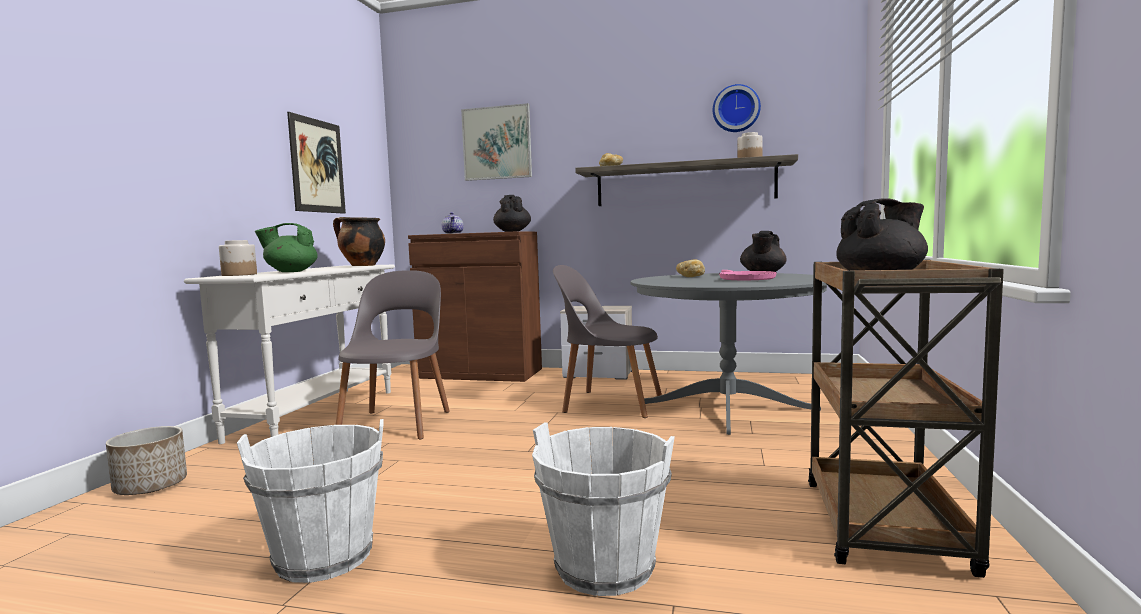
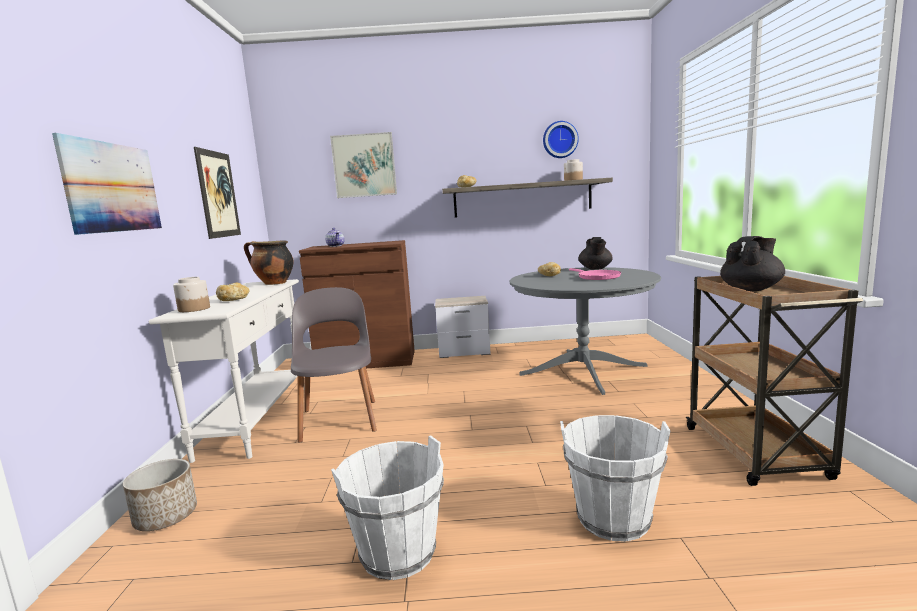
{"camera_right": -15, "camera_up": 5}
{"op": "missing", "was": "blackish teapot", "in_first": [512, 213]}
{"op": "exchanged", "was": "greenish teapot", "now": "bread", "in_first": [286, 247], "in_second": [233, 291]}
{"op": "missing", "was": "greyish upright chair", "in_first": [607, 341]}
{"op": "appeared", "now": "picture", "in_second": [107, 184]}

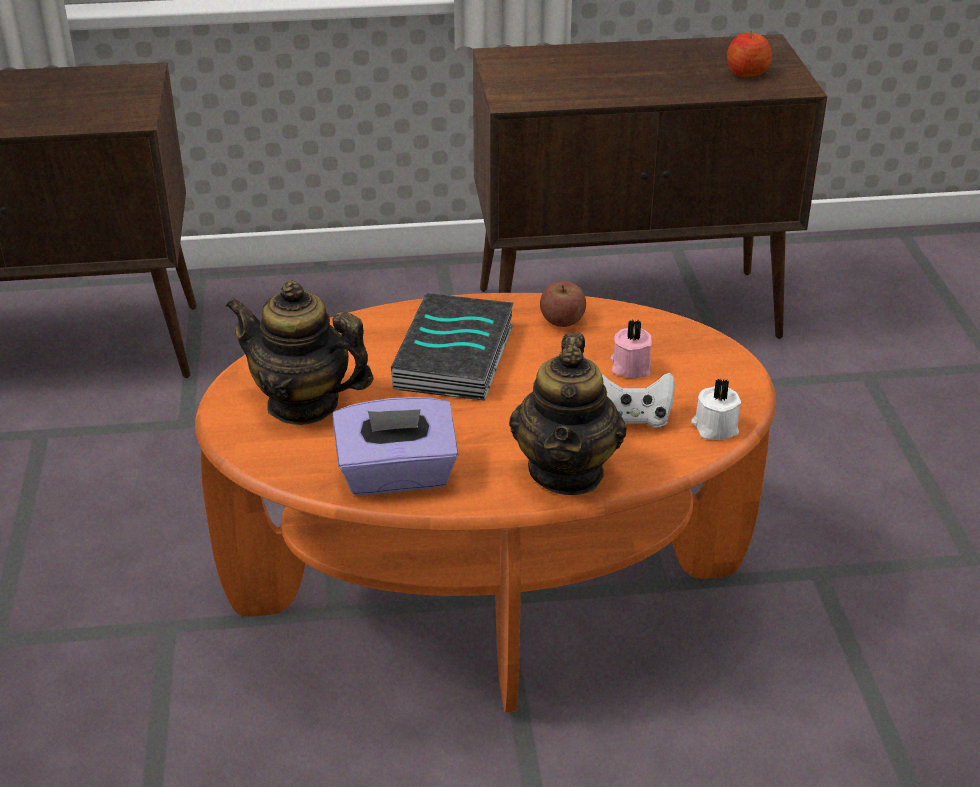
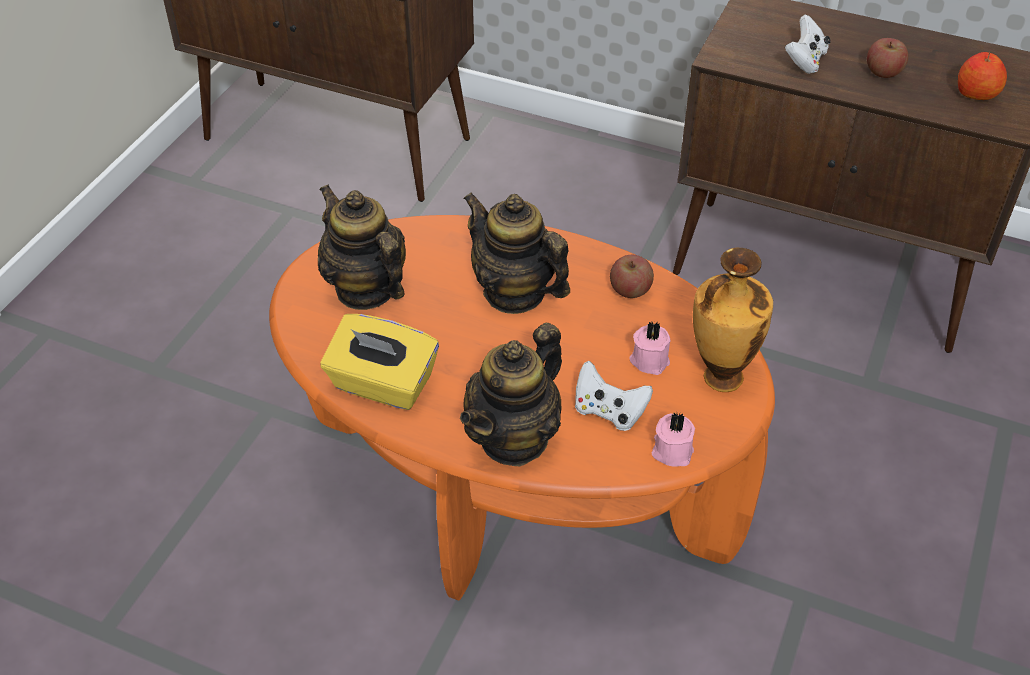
{"camera_right": 30, "camera_up": 10}
{"op": "exchanged", "was": "volume", "now": "teapot", "in_first": [452, 347], "in_second": [516, 253]}
{"op": "colour", "was": "white-coloured wax candle", "now": "pink wax candle", "in_first": [716, 409], "in_second": [673, 440]}
{"op": "colour", "was": "purple-coloured tissue box", "now": "yellow tissue box", "in_first": [395, 446], "in_second": [379, 362]}
{"op": "appeared", "now": "white-coloured joypad", "in_second": [808, 44]}
{"op": "appeared", "now": "apple", "in_second": [887, 58]}
{"op": "appeared", "now": "flower vase", "in_second": [733, 320]}

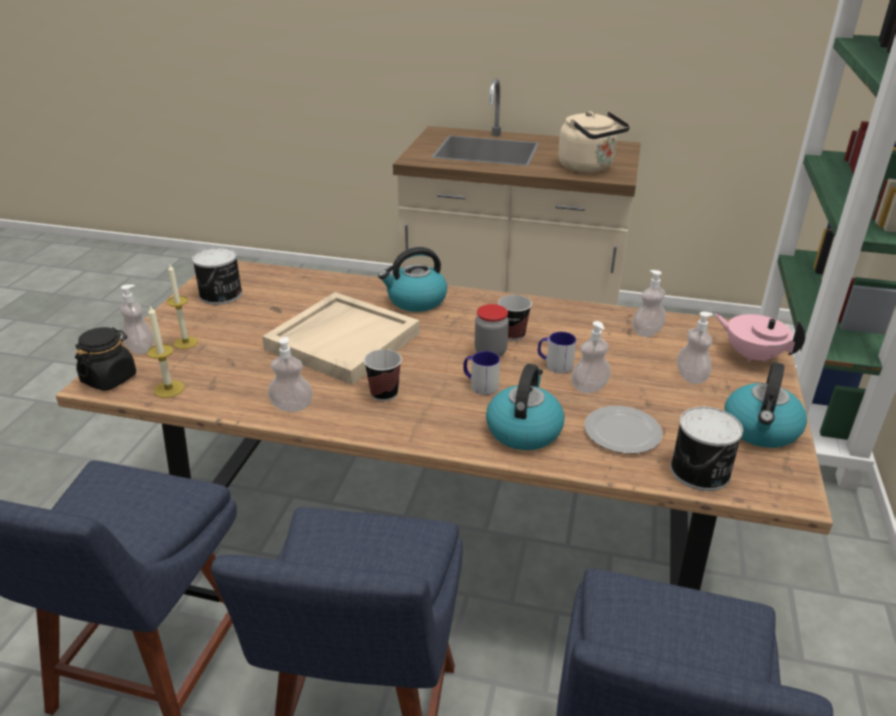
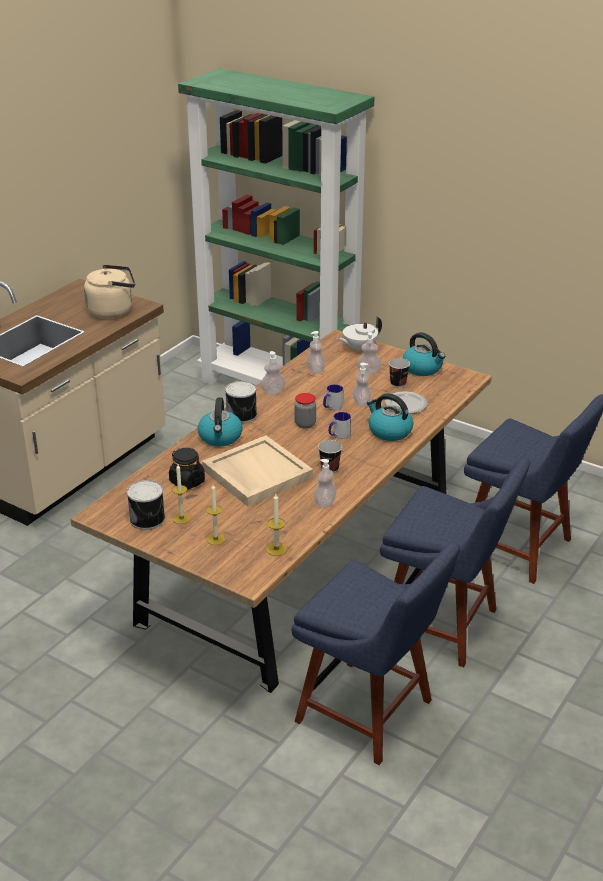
{"camera_right": -70, "camera_up": 0}
{"op": "relocated", "was": "liquid soap bottle", "in_first": [136, 319], "in_second": [273, 372]}
{"op": "relocated", "was": "small cup", "in_first": [515, 318], "in_second": [399, 373]}
{"op": "colour", "was": "pink teapot", "now": "white-coloured teapot", "in_first": [760, 338], "in_second": [359, 333]}
{"op": "relocated", "was": "blackish jar", "in_first": [105, 359], "in_second": [187, 469]}
{"op": "relocated", "was": "sealed can", "in_first": [706, 449], "in_second": [241, 402]}
{"op": "appeared", "now": "wax candle", "in_second": [181, 494]}

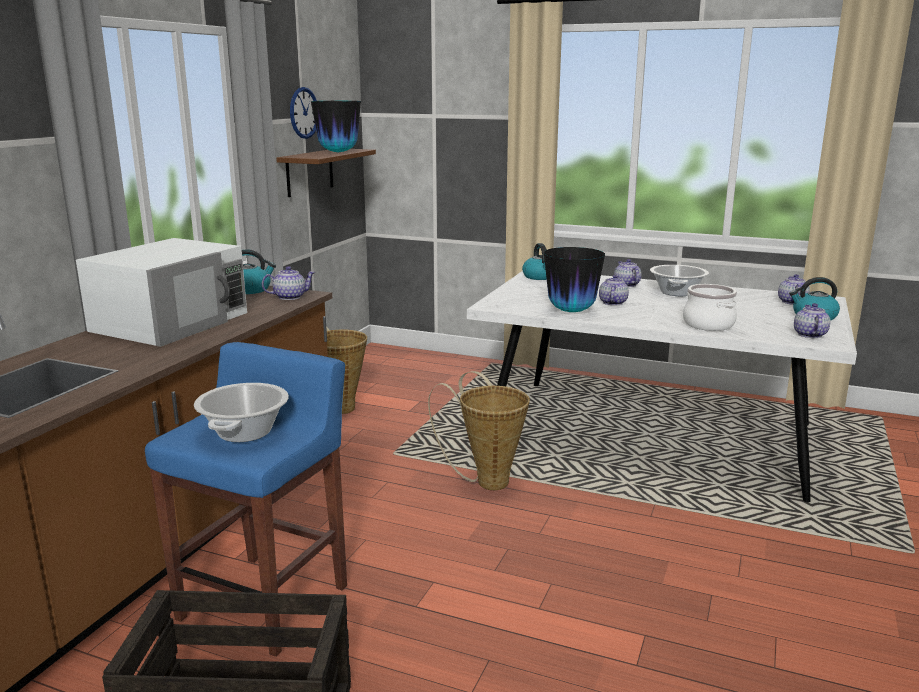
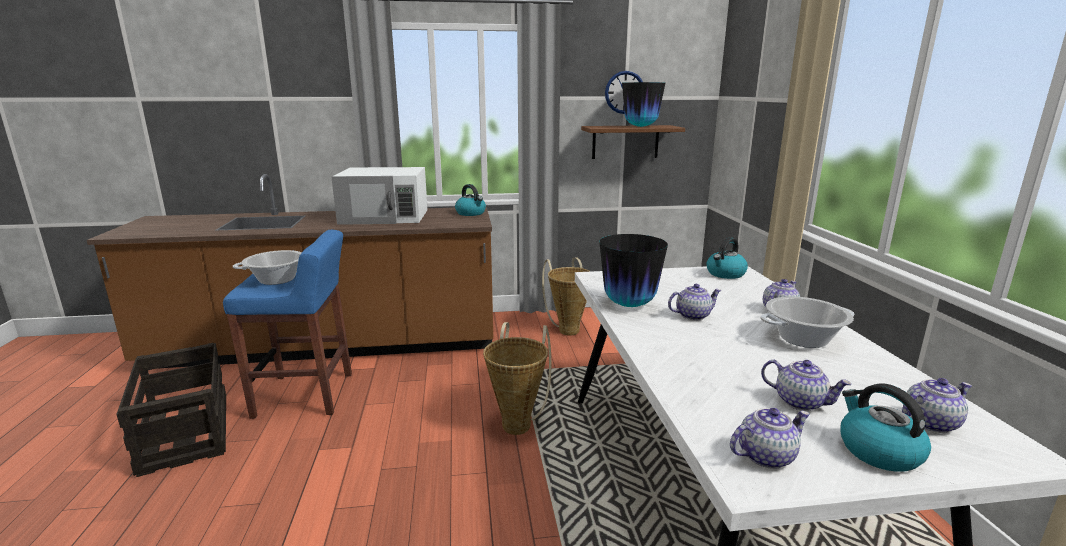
{"camera_right": 60, "camera_up": 0}
{"op": "relocated", "was": "teapot", "in_first": [288, 283], "in_second": [806, 385]}
{"op": "missing", "was": "cooking pot", "in_first": [710, 307]}

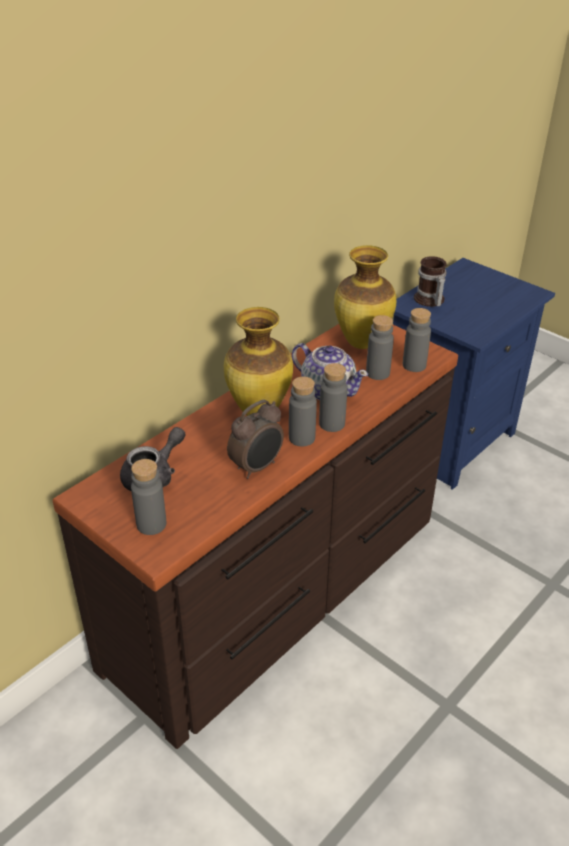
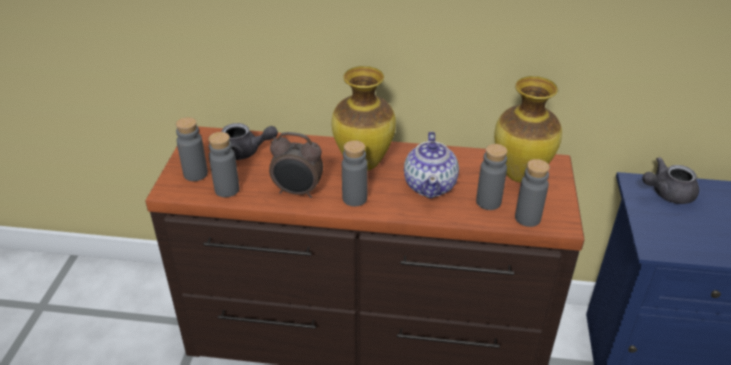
{"camera_right": 55, "camera_up": 0}
{"op": "exchanged", "was": "mug", "now": "greyish teapot", "in_first": [430, 281], "in_second": [670, 180]}
{"op": "relocated", "was": "greyish bottle", "in_first": [333, 397], "in_second": [223, 164]}

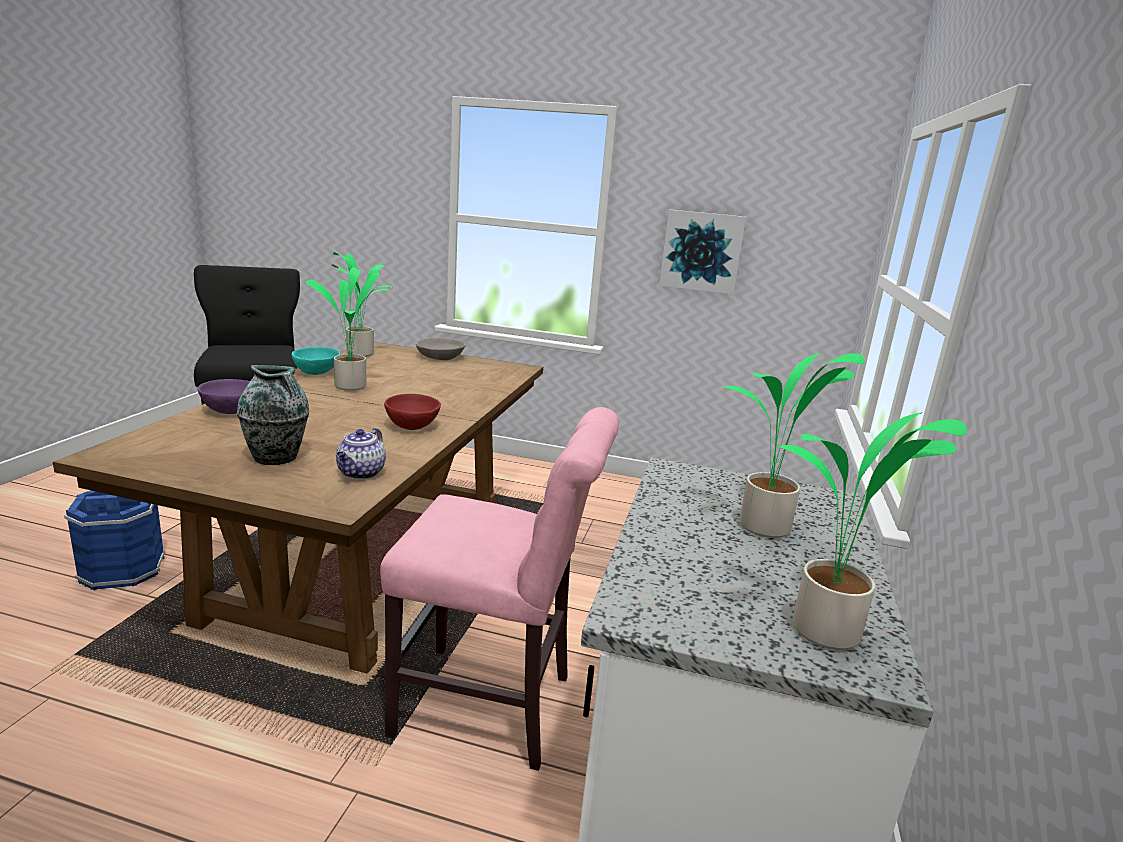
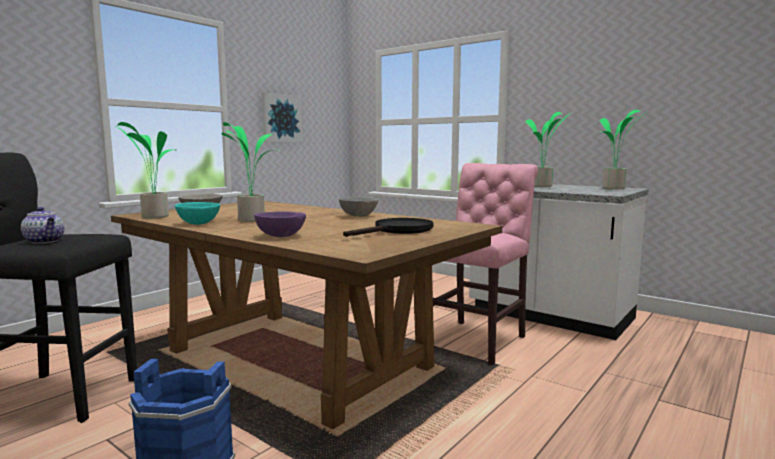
{"camera_right": -65, "camera_up": -10}
{"op": "exchanged", "was": "flower vase", "now": "blackish frying pan", "in_first": [273, 415], "in_second": [388, 227]}
{"op": "colour", "was": "reddish deep dish", "now": "greyish deep dish", "in_first": [412, 412], "in_second": [358, 207]}
{"op": "relocated", "was": "teapot", "in_first": [361, 453], "in_second": [42, 225]}

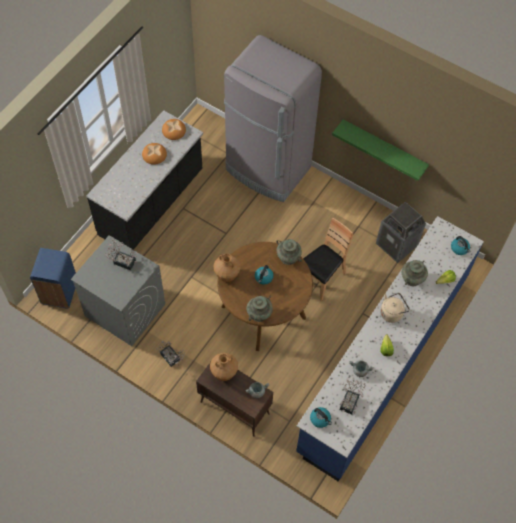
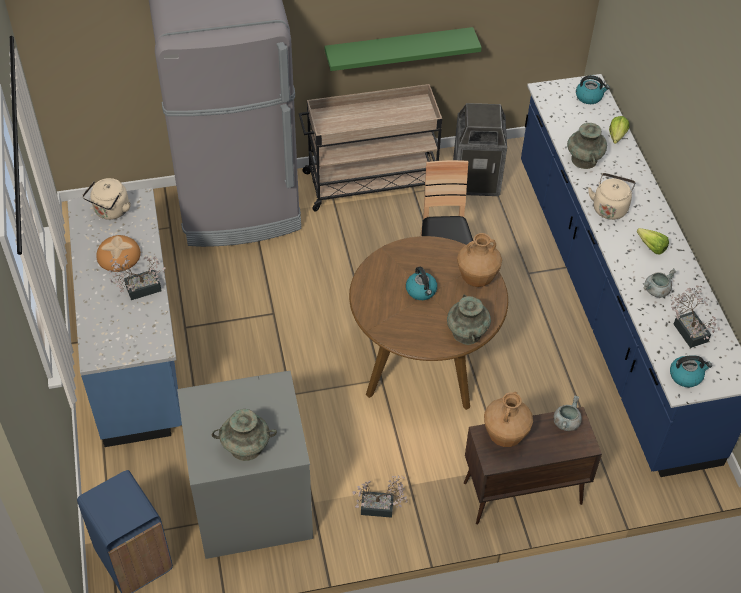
{"camera_right": -45, "camera_up": -10}
{"op": "colour", "was": "blackish counter", "now": "bluish counter", "in_first": [144, 180], "in_second": [124, 317]}
{"op": "exchanged", "was": "bread", "now": "sand-coloured tea kettle", "in_first": [174, 129], "in_second": [106, 199]}
{"op": "relocated", "was": "plant in a pot", "in_first": [122, 254], "in_second": [137, 277]}
{"op": "relocated", "was": "blue-green flower vase", "in_first": [289, 252], "in_second": [244, 435]}
{"op": "relocated", "was": "brown-coloured flower vase", "in_first": [227, 268], "in_second": [479, 260]}
{"op": "appeared", "now": "sand-coloured cart", "in_second": [370, 147]}

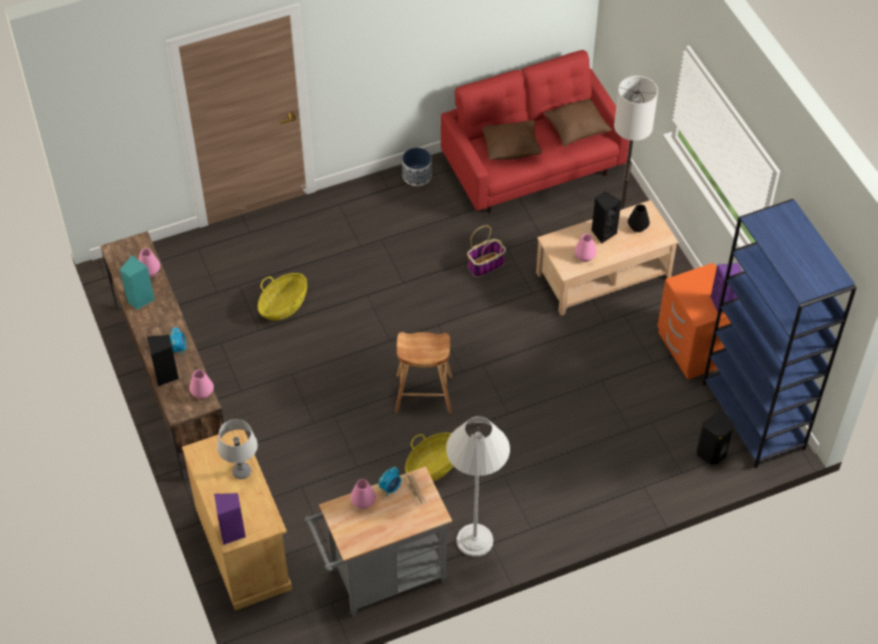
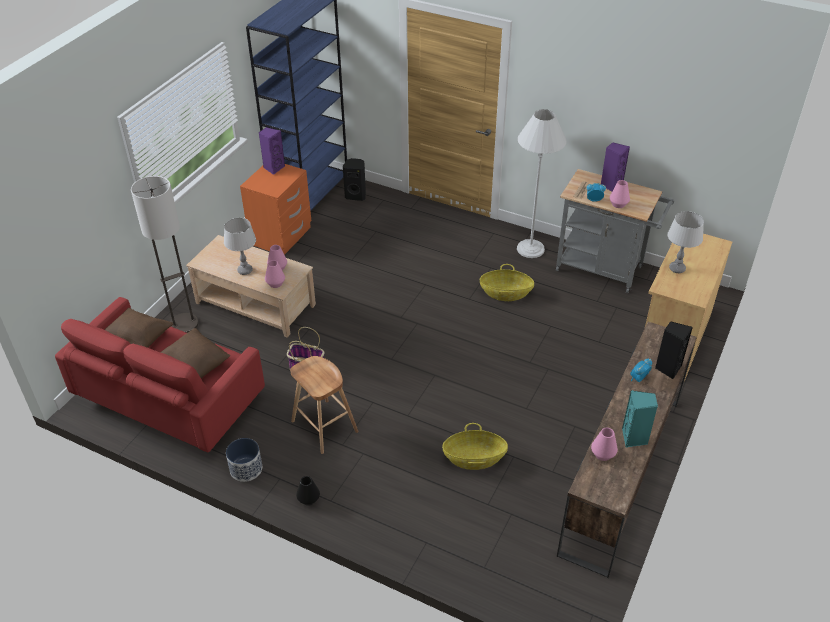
{"camera_right": -130, "camera_up": -10}
{"op": "exchanged", "was": "blackish loudspeaker", "now": "greyish table lamp", "in_first": [606, 217], "in_second": [240, 246]}
{"op": "relocated", "was": "blackish flower vase", "in_first": [639, 218], "in_second": [308, 491]}
{"op": "relocated", "was": "brown-coloured stool seat", "in_first": [424, 373], "in_second": [324, 405]}
{"op": "relocated", "was": "pink flower vase", "in_first": [201, 384], "in_second": [275, 274]}
{"op": "relocated", "was": "purple-coloured loudspeaker", "in_first": [230, 519], "in_second": [615, 167]}

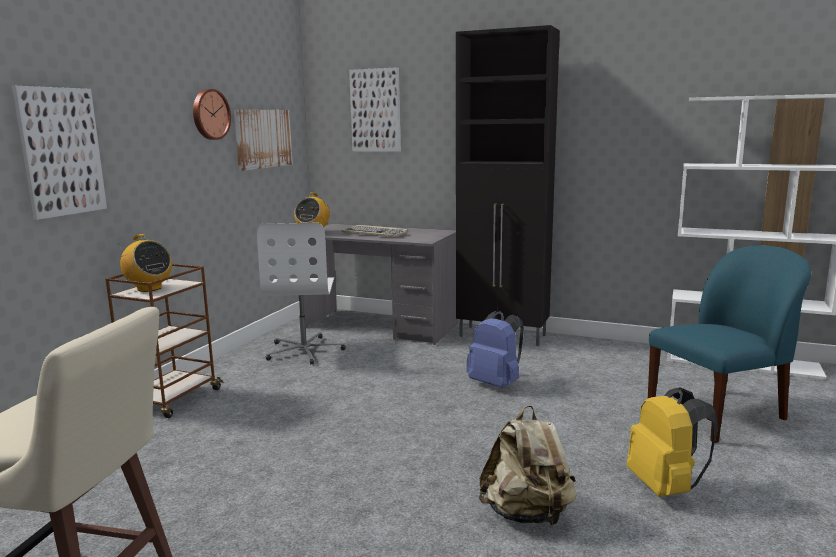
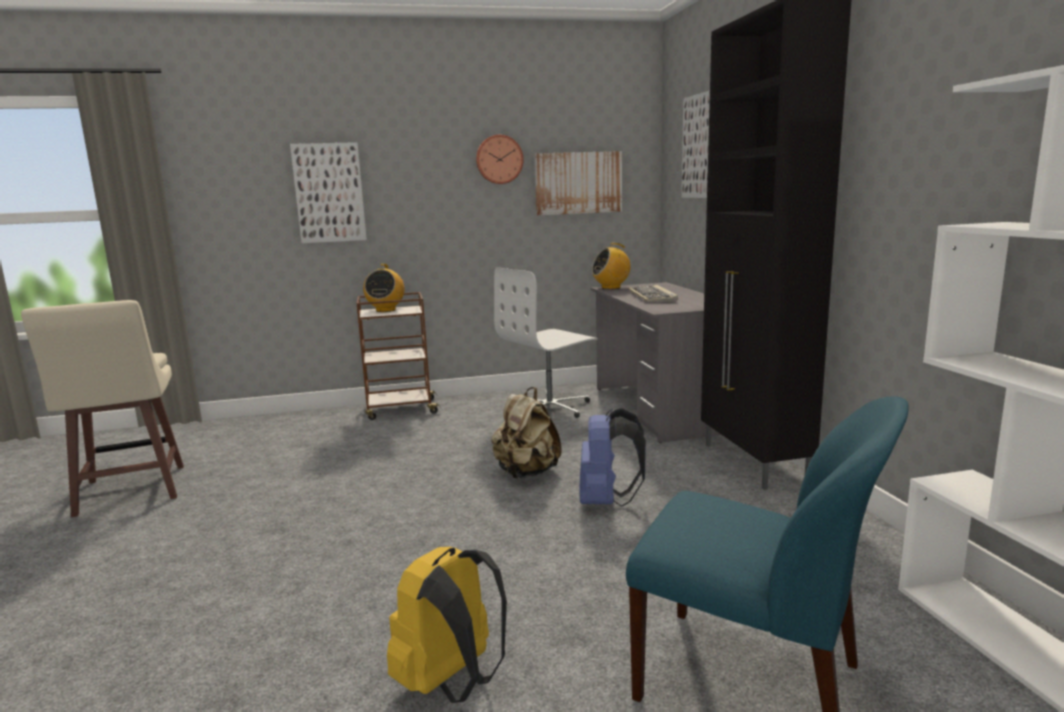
{"camera_right": 55, "camera_up": 0}
{"op": "relocated", "was": "sand-coloured backpack", "in_first": [528, 465], "in_second": [526, 433]}

